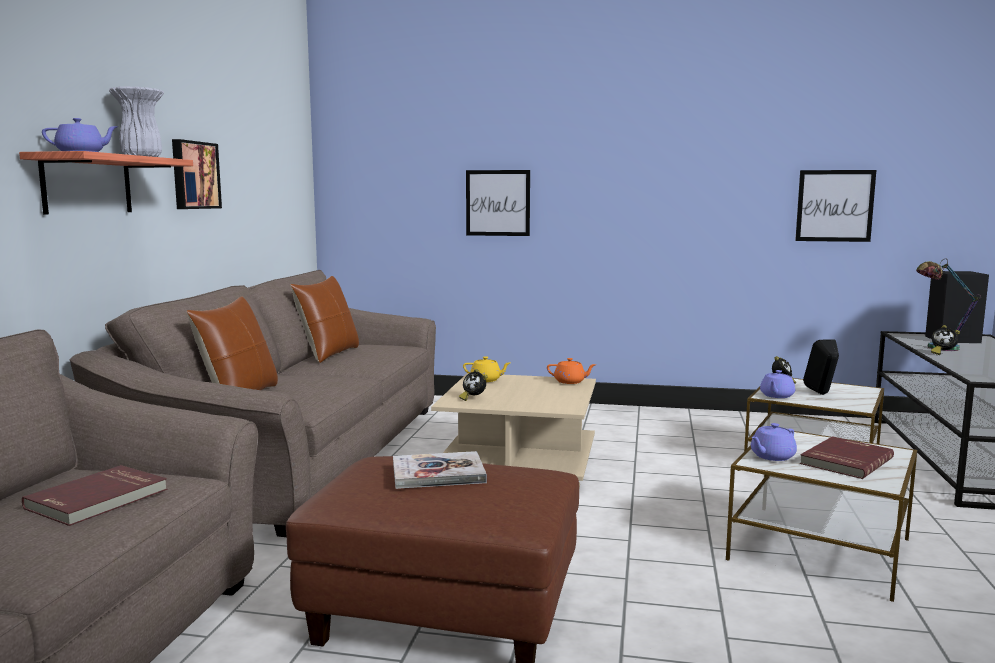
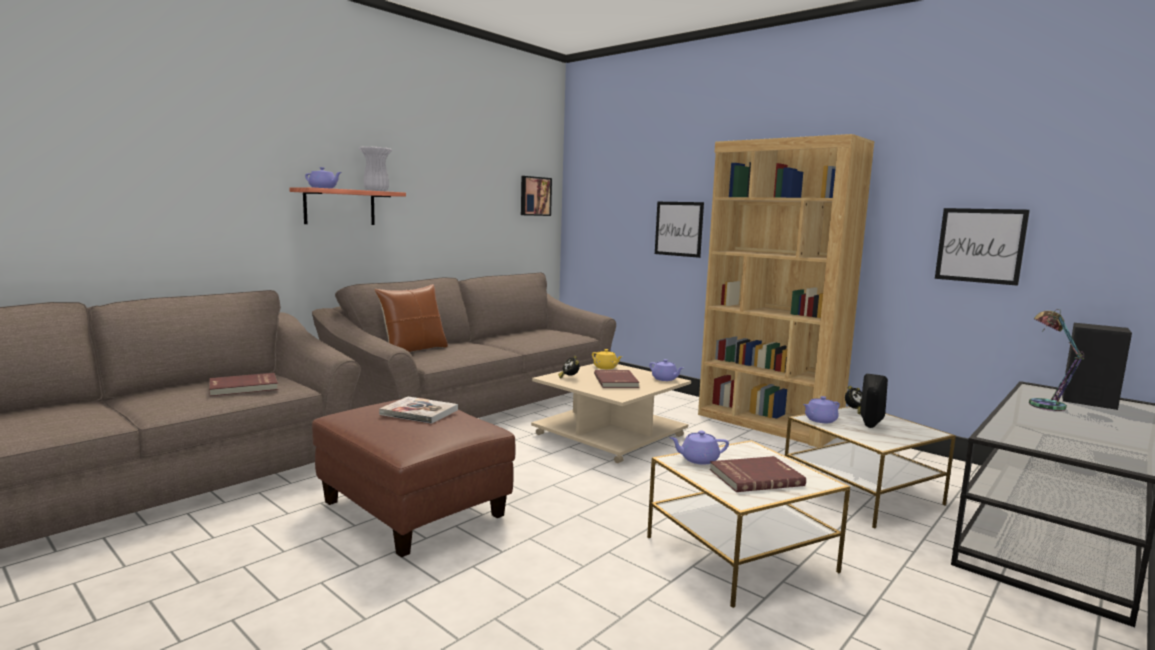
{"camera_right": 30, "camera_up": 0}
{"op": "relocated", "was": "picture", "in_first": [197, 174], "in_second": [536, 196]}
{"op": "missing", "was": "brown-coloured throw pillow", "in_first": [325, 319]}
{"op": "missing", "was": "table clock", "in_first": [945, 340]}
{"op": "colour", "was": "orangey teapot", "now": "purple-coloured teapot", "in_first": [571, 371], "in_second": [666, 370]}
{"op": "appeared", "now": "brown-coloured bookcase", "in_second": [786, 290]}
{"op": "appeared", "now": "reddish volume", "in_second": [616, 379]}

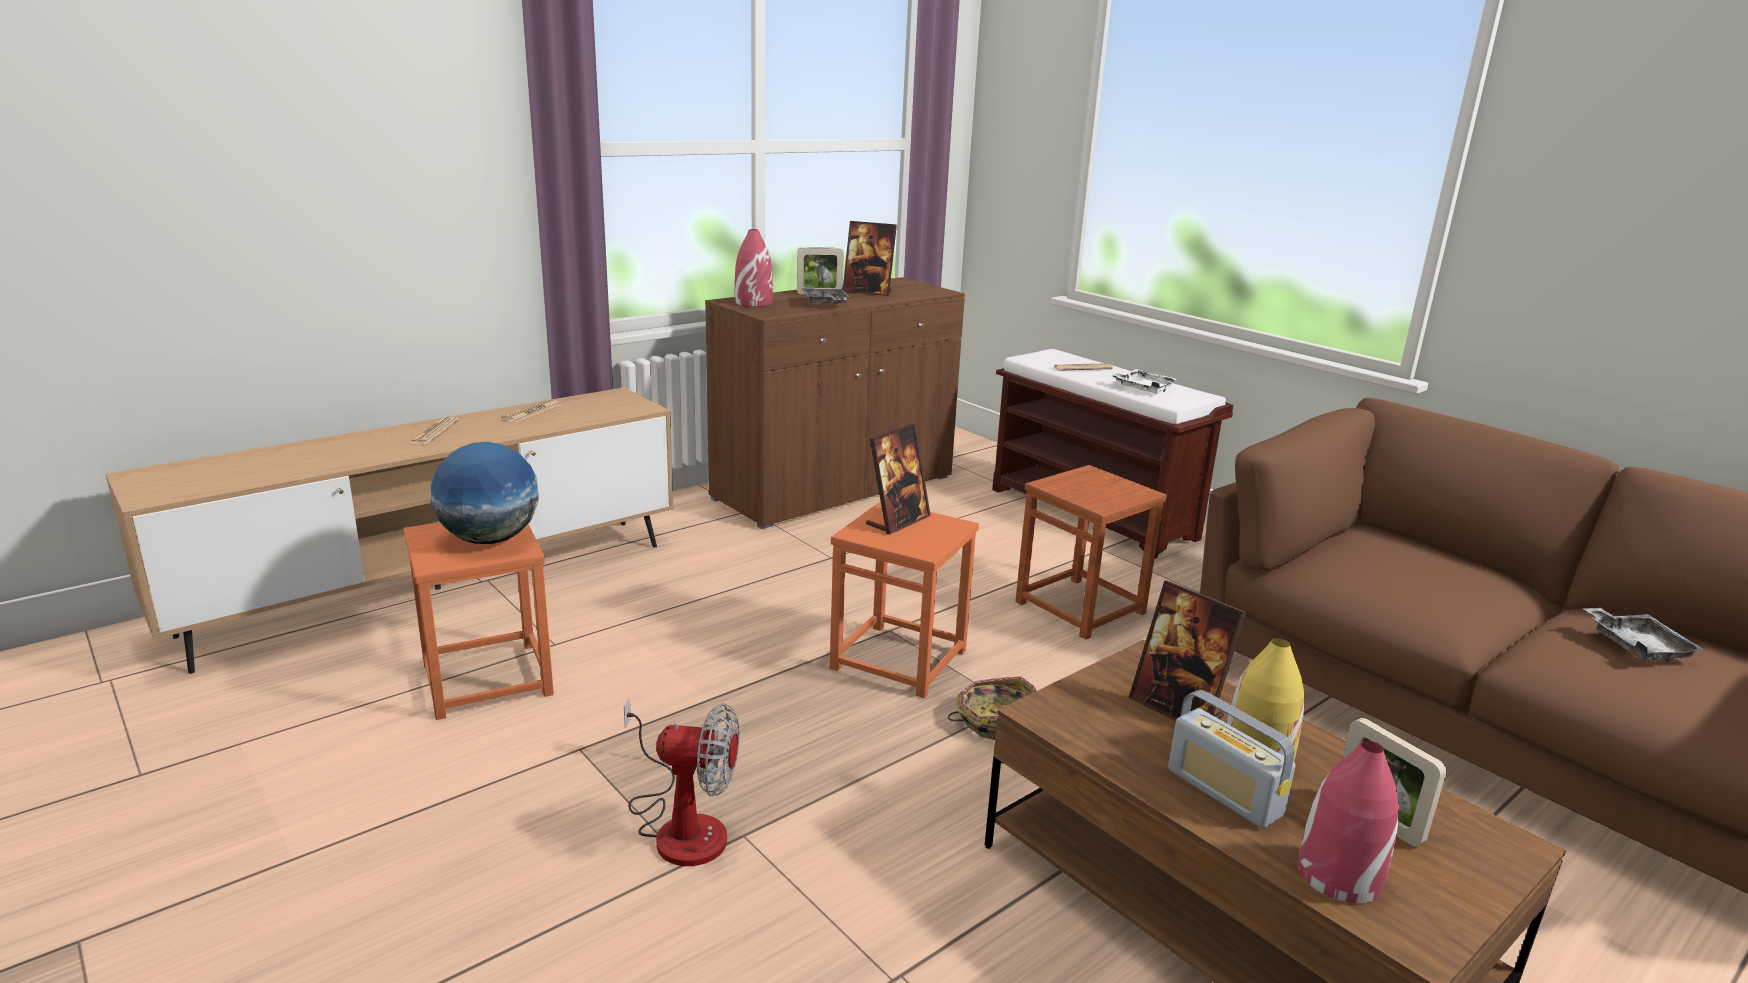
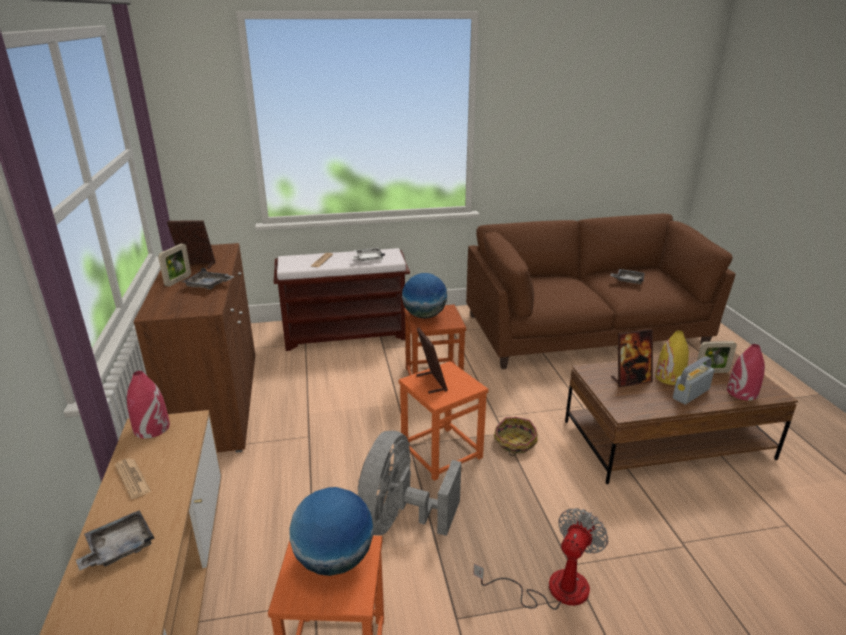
{"camera_right": -60, "camera_up": 5}
{"op": "spun", "was": "standing frame", "in_first": [870, 258], "in_second": [191, 245], "clockwise": -135}
{"op": "relocated", "was": "reddish flower vase", "in_first": [754, 268], "in_second": [148, 404]}
{"op": "exchanged", "was": "daily paper", "now": "greyish tray", "in_first": [434, 431], "in_second": [115, 540]}
{"op": "spun", "was": "radio", "in_first": [1231, 759], "in_second": [693, 380], "clockwise": 150}
{"op": "appeared", "now": "globe", "in_second": [424, 296]}
{"op": "appeared", "now": "greyish fan", "in_second": [409, 483]}

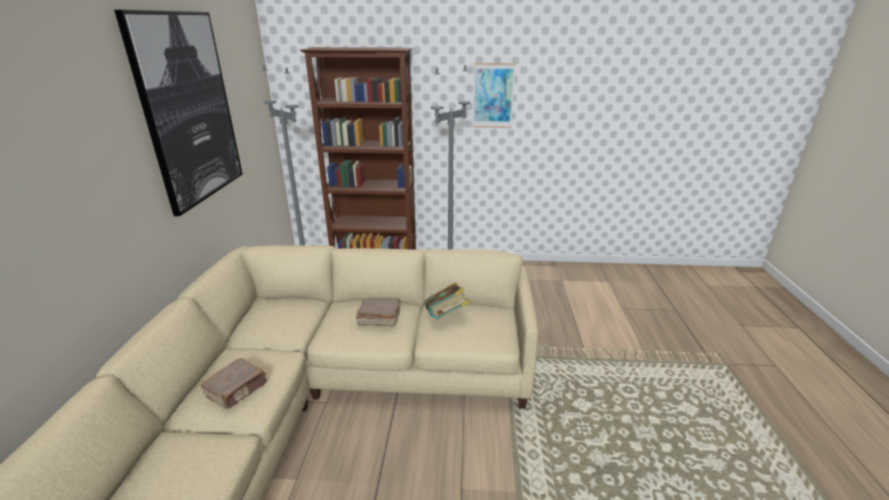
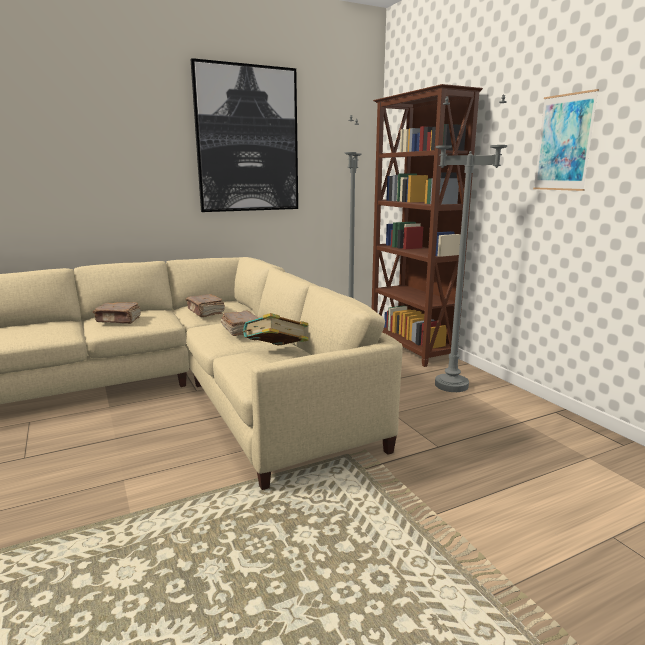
{"camera_right": 60, "camera_up": -10}
{"op": "appeared", "now": "brown-coloured volume", "in_second": [205, 305]}

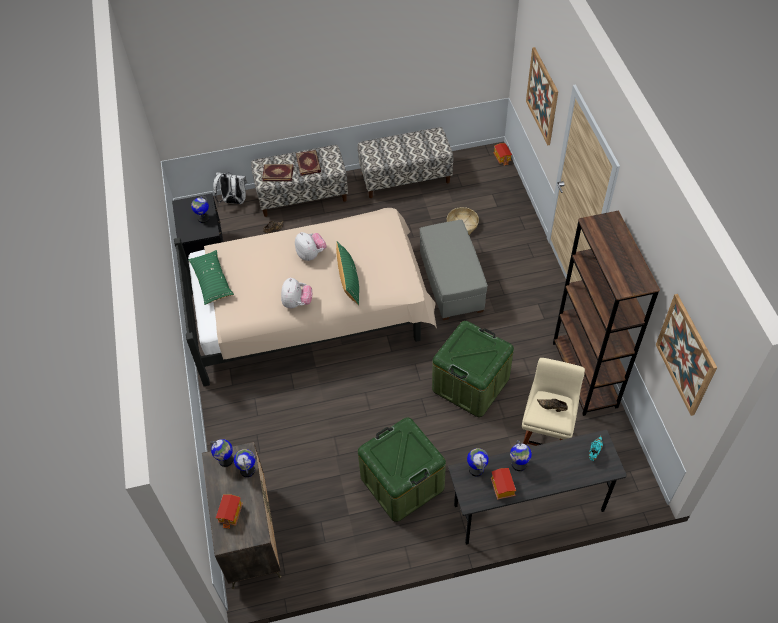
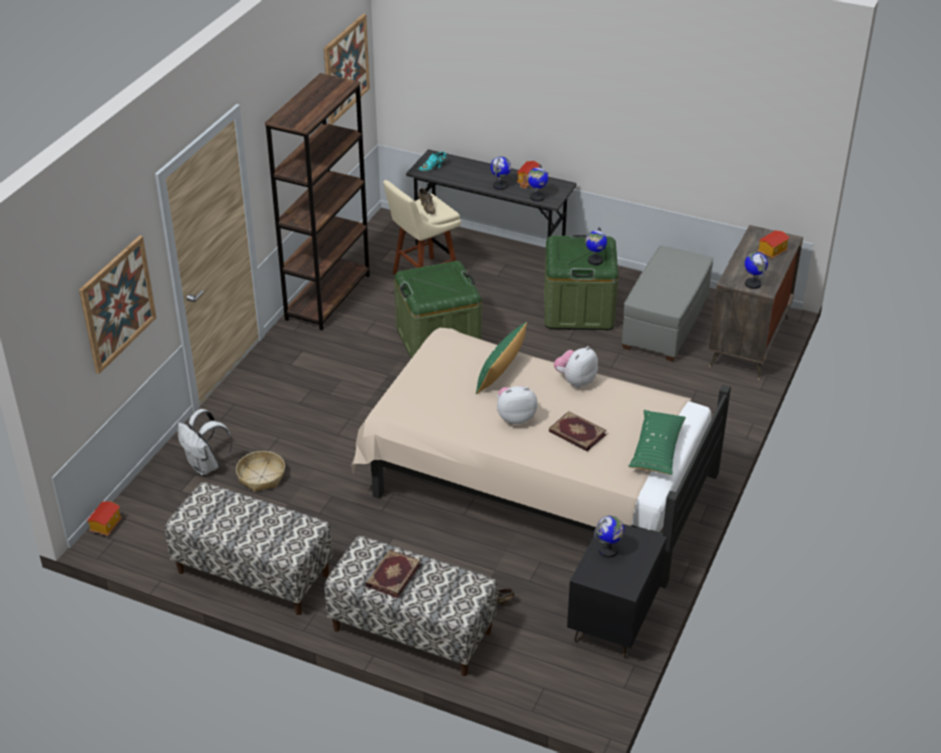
{"camera_right": -145, "camera_up": -15}
{"op": "relocated", "was": "volume", "in_first": [278, 172], "in_second": [578, 431]}
{"op": "relocated", "was": "white-coloured backpack", "in_first": [230, 188], "in_second": [205, 442]}
{"op": "relocated", "was": "greyish ottoman", "in_first": [453, 270], "in_second": [668, 304]}
{"op": "spun", "was": "plush toy", "in_first": [311, 246], "in_second": [517, 404], "clockwise": 75}
{"op": "relocated", "was": "globe", "in_first": [244, 463], "in_second": [596, 246]}

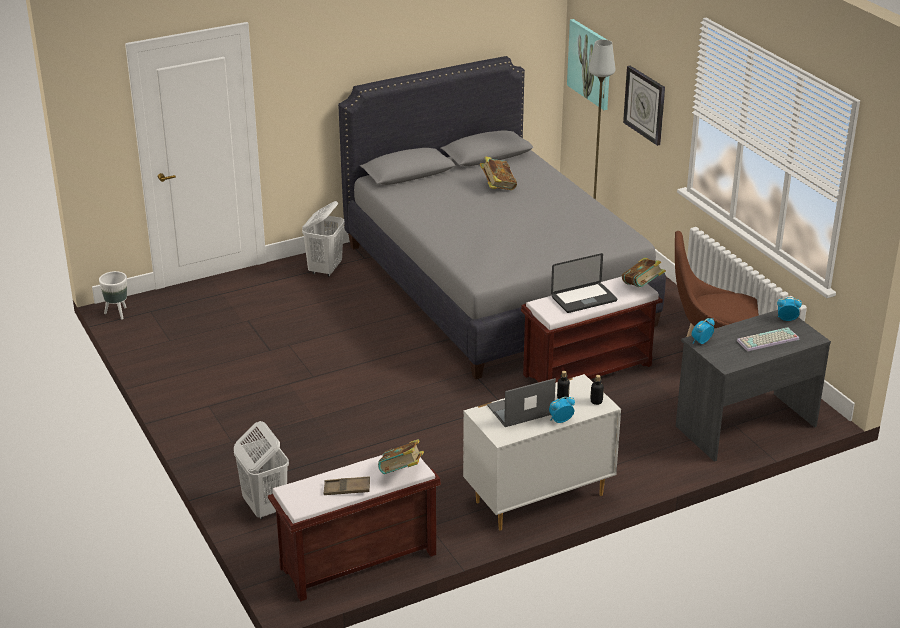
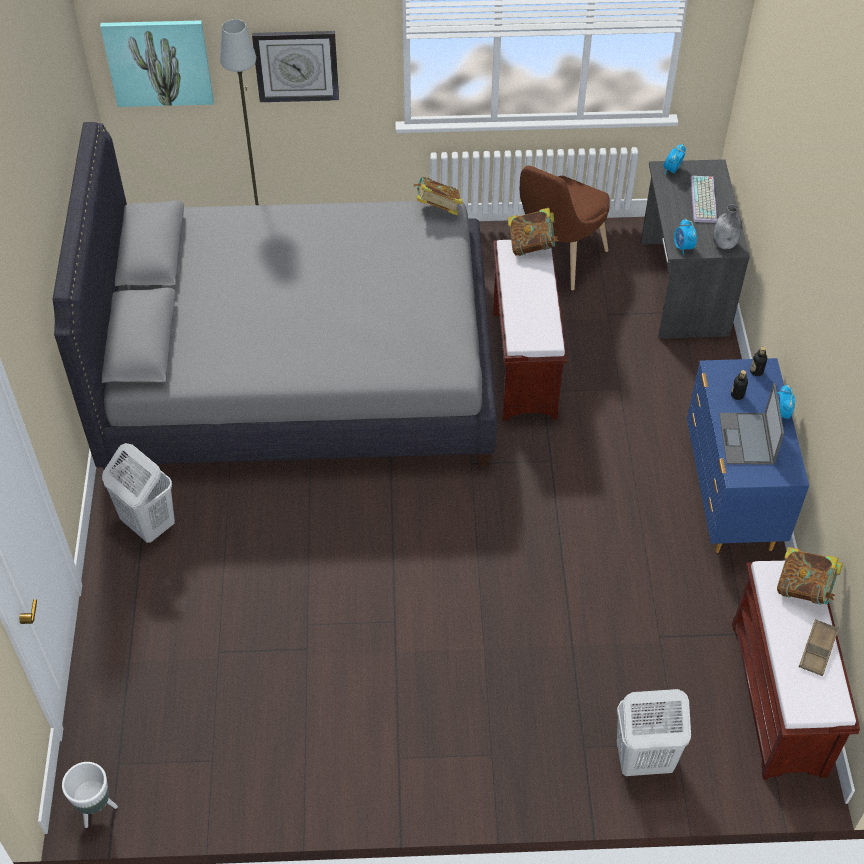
{"camera_right": -65, "camera_up": 20}
{"op": "relocated", "was": "volume", "in_first": [498, 173], "in_second": [438, 196]}
{"op": "missing", "was": "laptop", "in_first": [584, 283]}
{"op": "colour", "was": "white-coloured dresser", "now": "bluish dresser", "in_first": [542, 452], "in_second": [748, 455]}
{"op": "appeared", "now": "greyish bottle", "in_second": [727, 226]}

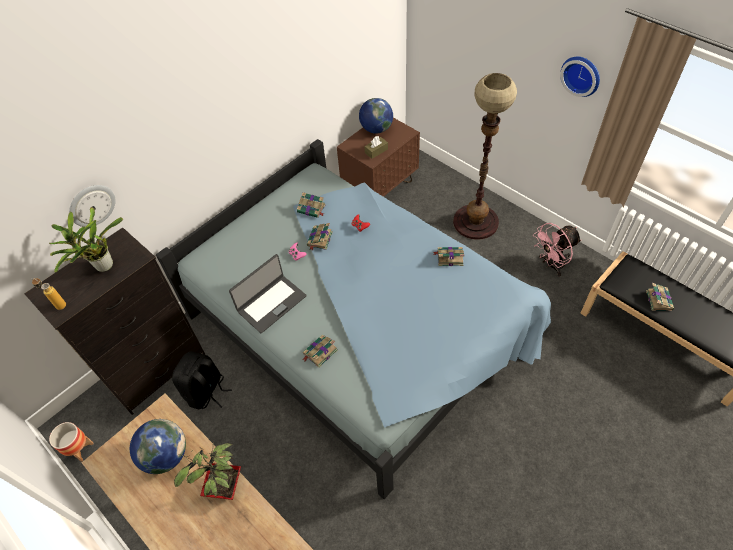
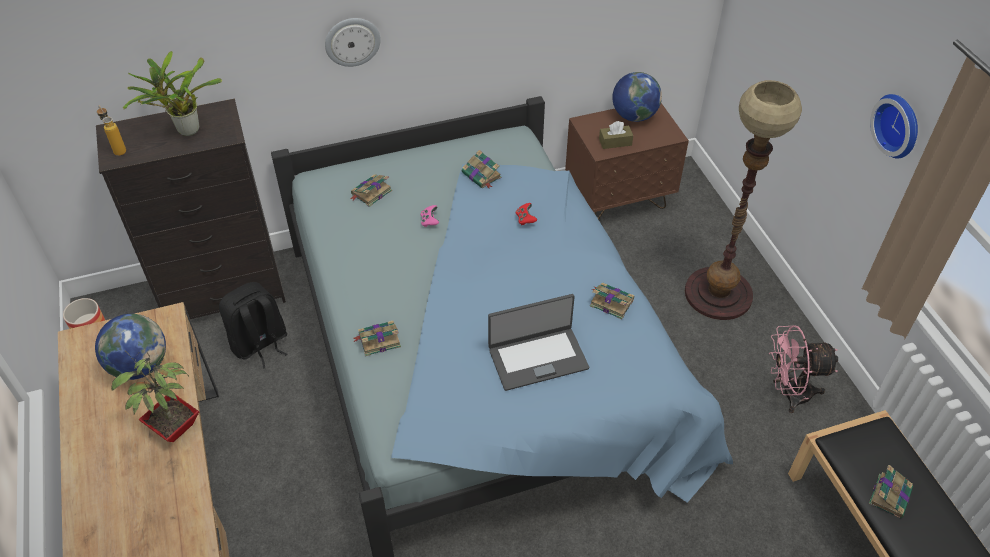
{"camera_right": 25, "camera_up": -5}
{"op": "relocated", "was": "clock on the wall", "in_first": [92, 206], "in_second": [353, 42]}
{"op": "relocated", "was": "volume", "in_first": [320, 237], "in_second": [371, 190]}
{"op": "relocated", "was": "laptop", "in_first": [268, 293], "in_second": [538, 342]}

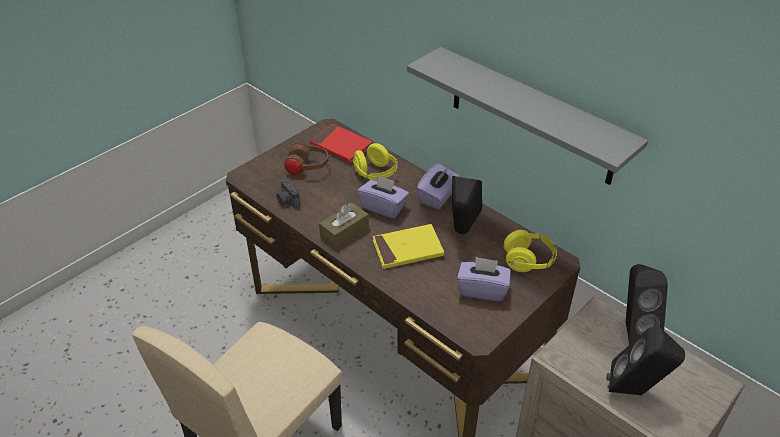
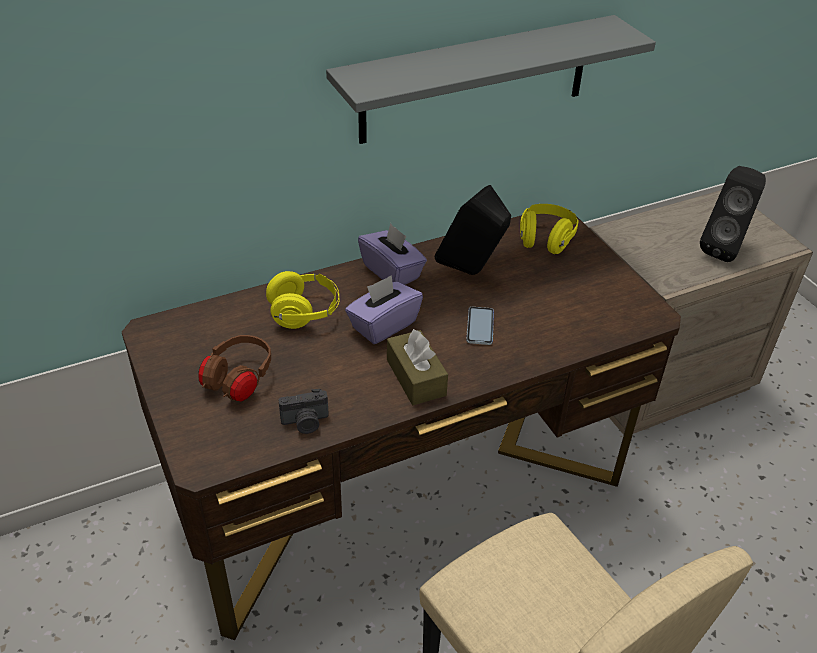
{"camera_right": -70, "camera_up": 0}
{"op": "missing", "was": "reddish volume", "in_first": [341, 143]}
{"op": "exchanged", "was": "yellow volume", "now": "phone", "in_first": [408, 246], "in_second": [480, 326]}
{"op": "missing", "was": "purple-coloured tissue box", "in_first": [484, 279]}
{"op": "missing", "was": "blackish loudspeaker", "in_first": [647, 304]}

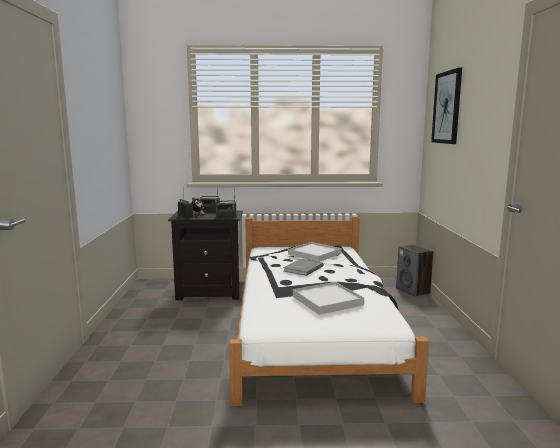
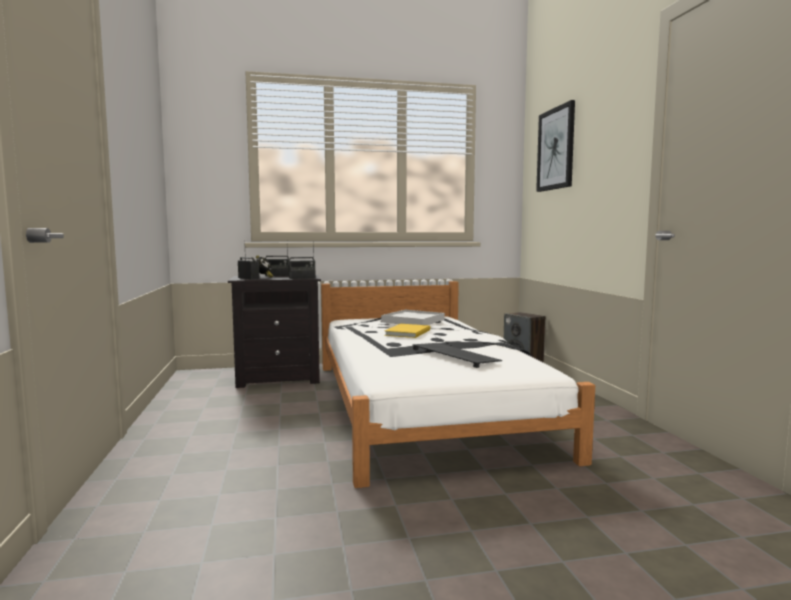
{"camera_right": -10, "camera_up": -5}
{"op": "colour", "was": "greyish volume", "now": "yellow volume", "in_first": [303, 267], "in_second": [407, 331]}
{"op": "exchanged", "was": "white-coloured tray", "now": "computer keyboard", "in_first": [328, 298], "in_second": [457, 355]}

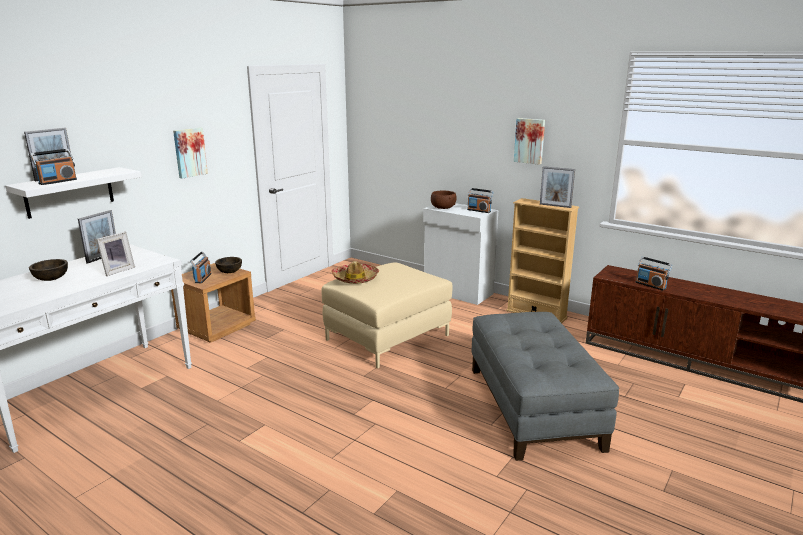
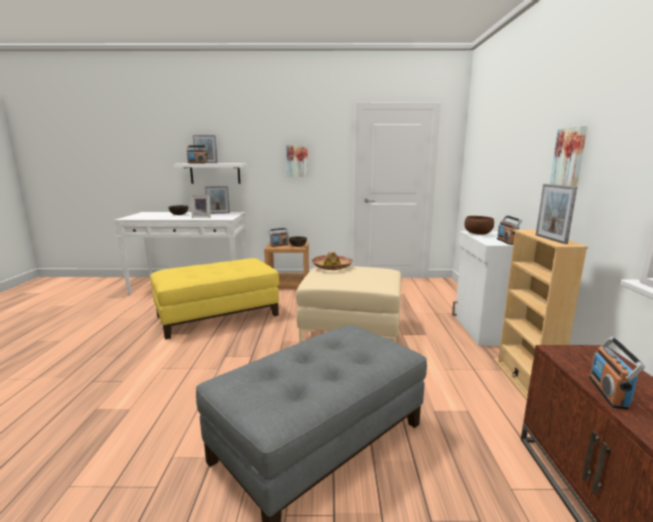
{"camera_right": 55, "camera_up": -5}
{"op": "appeared", "now": "yellow ottoman", "in_second": [214, 299]}

